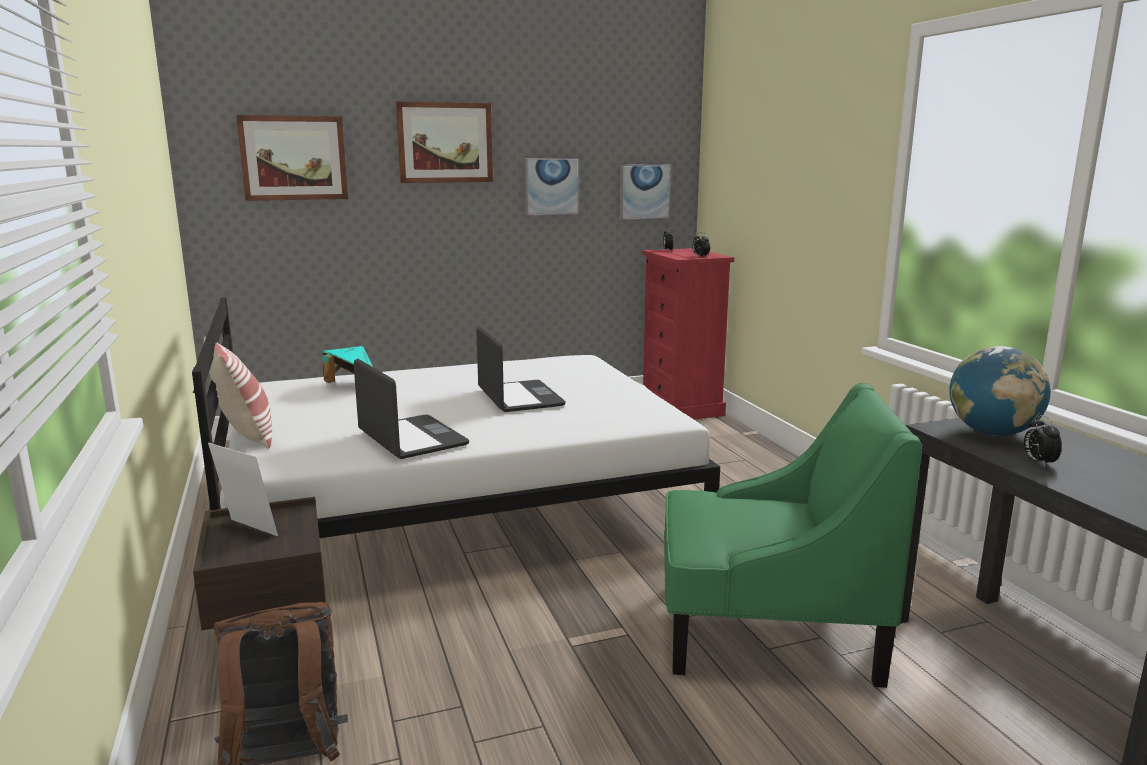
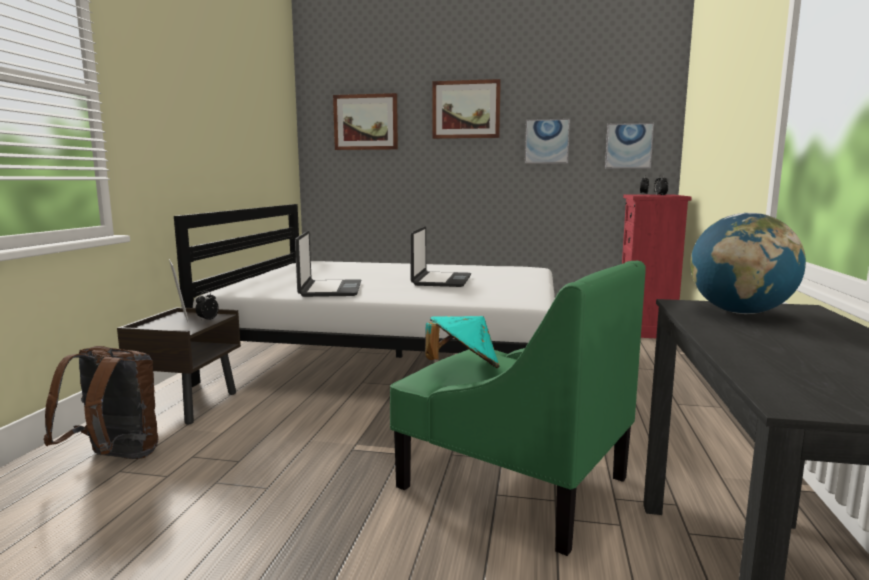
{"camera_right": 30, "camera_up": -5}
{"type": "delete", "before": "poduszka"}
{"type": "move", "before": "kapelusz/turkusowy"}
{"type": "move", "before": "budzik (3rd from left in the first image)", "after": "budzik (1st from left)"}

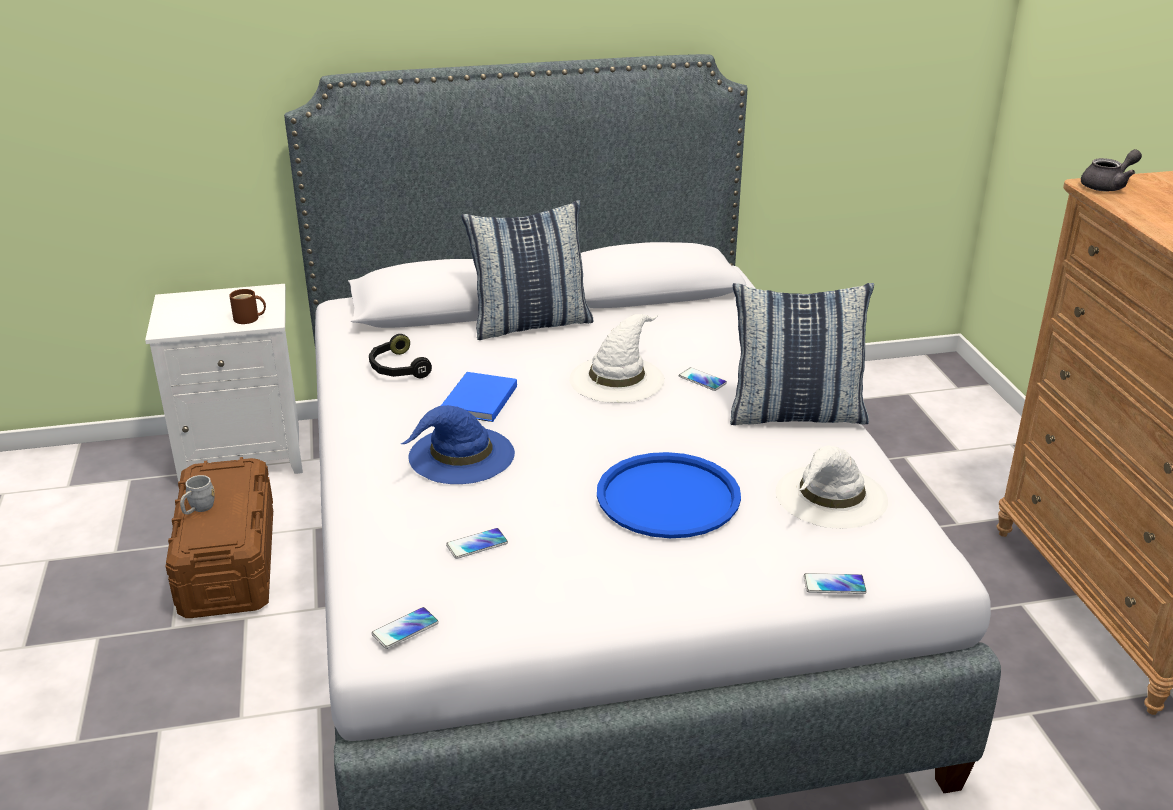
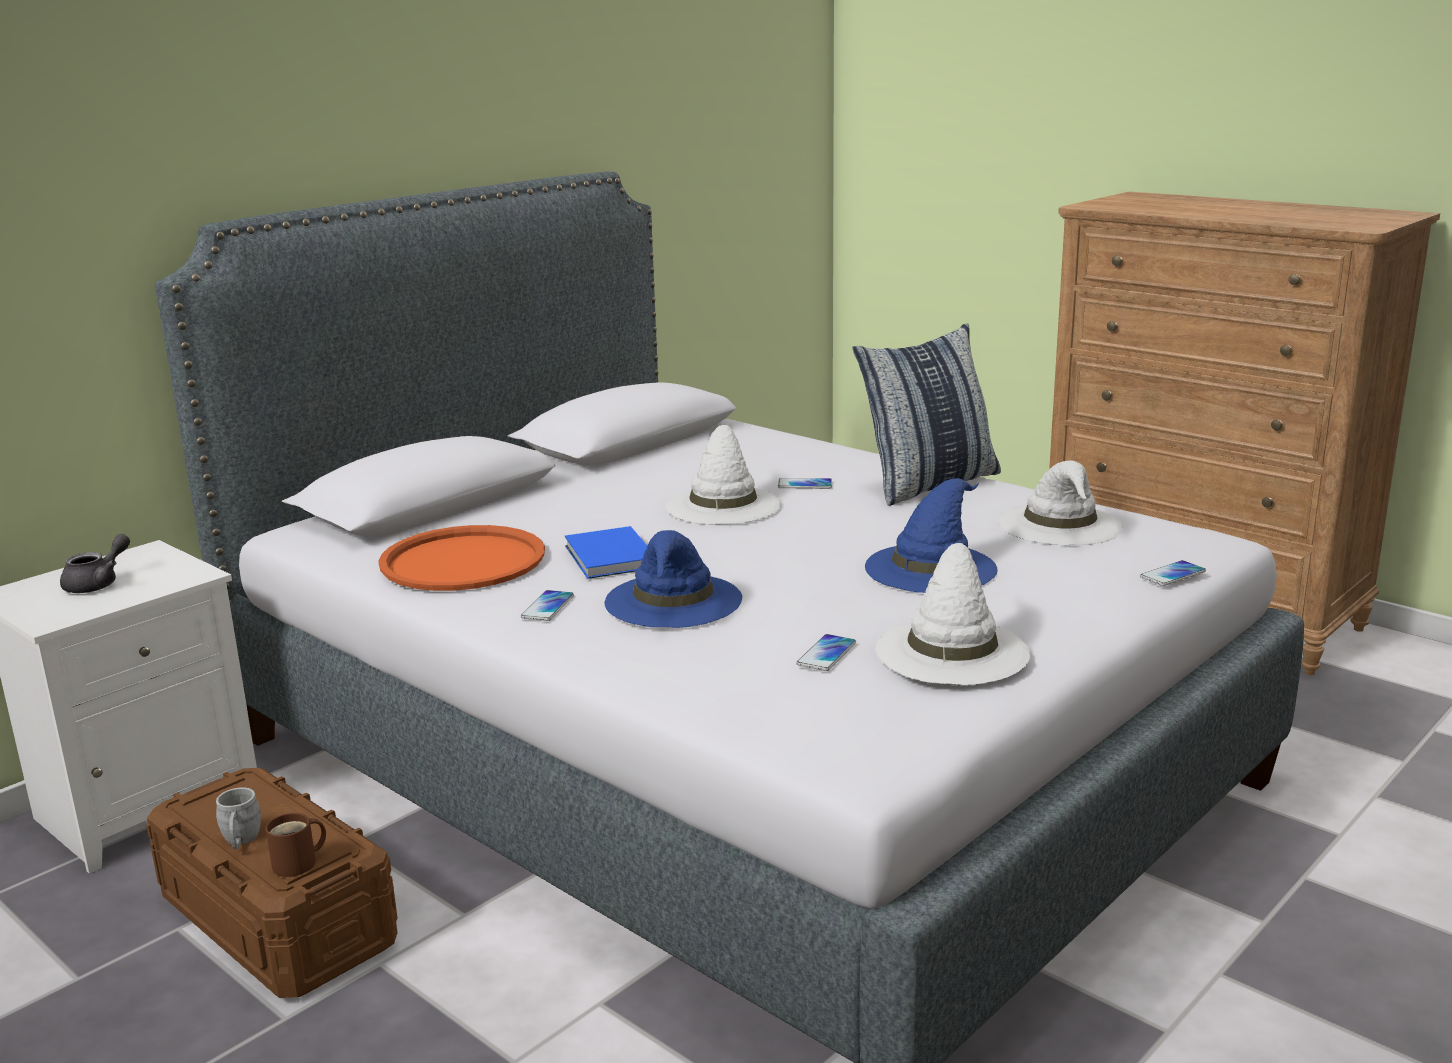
{"camera_right": -35, "camera_up": -10}
{"type": "move", "before": "imbryk/szary"}
{"type": "delete", "before": "poduszka (1st from left)"}
{"type": "move", "before": "kubek/brązowy"}
{"type": "replace", "before": "słuchawki/czarny", "after": "taca/pomarańczowy"}
{"type": "replace", "before": "taca/niebieski", "after": "kapelusz/niebieski (2nd from left)"}
{"type": "move", "before": "telefon (1st from left)"}
{"type": "insert", "after": "kapelusz/biały (2nd from left)"}

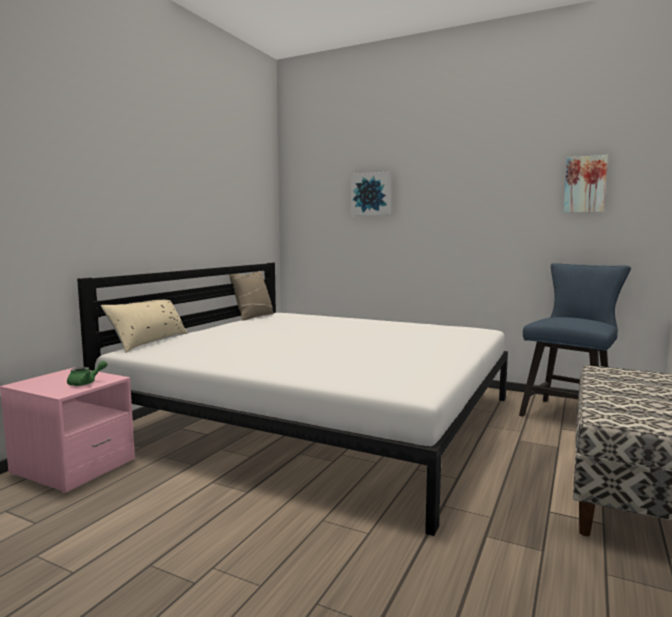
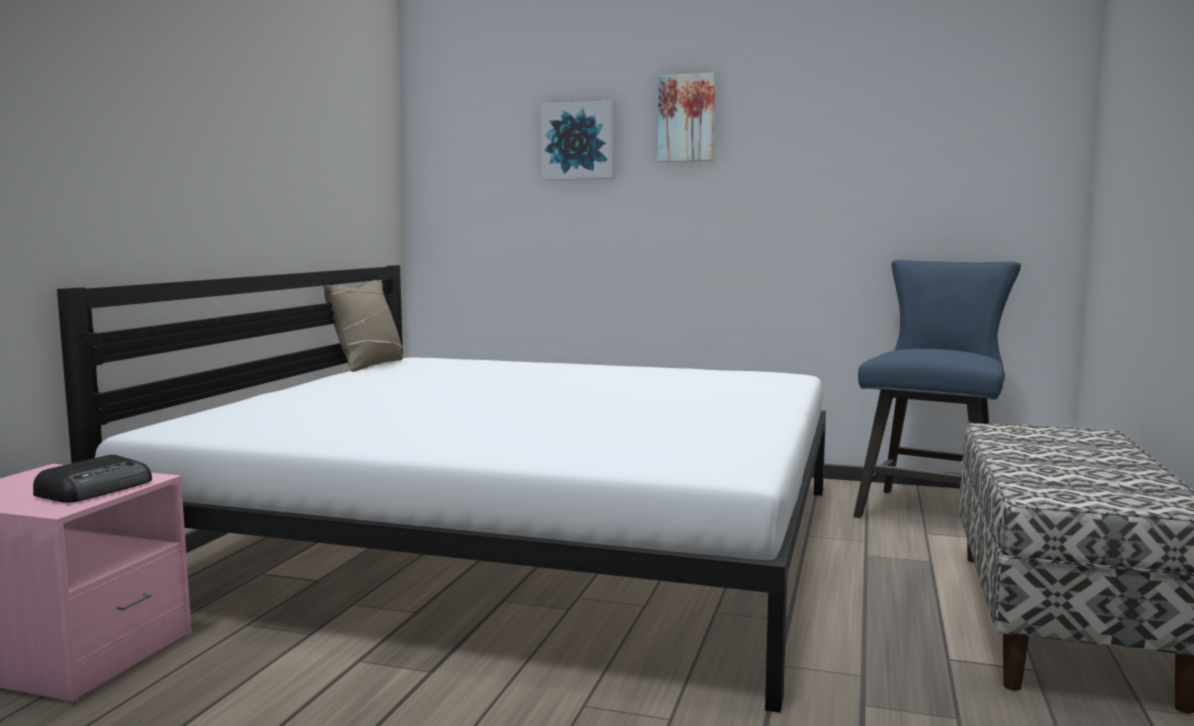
{"camera_right": -10, "camera_up": 0}
{"type": "move", "before": "obraz (2nd from left)"}
{"type": "delete", "before": "poduszka/beżowy (1st from left)"}
{"type": "replace", "before": "imbryk/zielony", "after": "radio"}

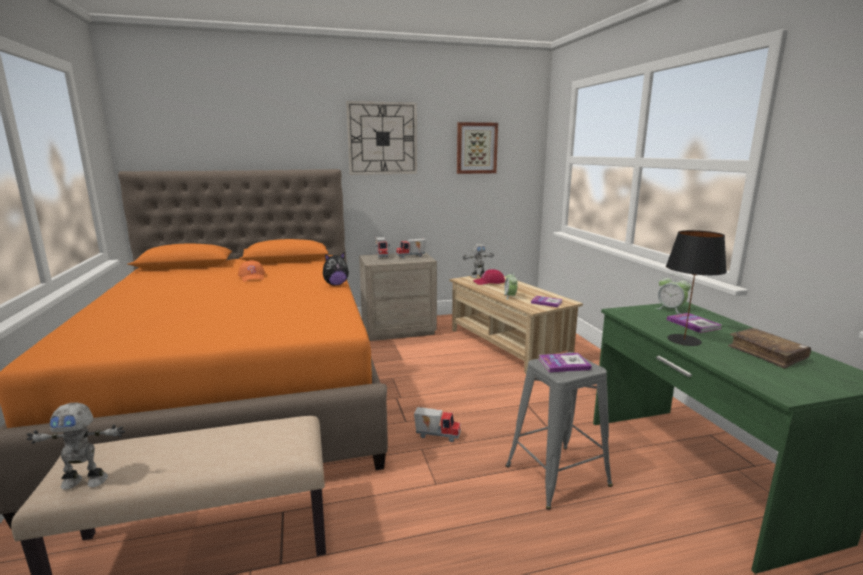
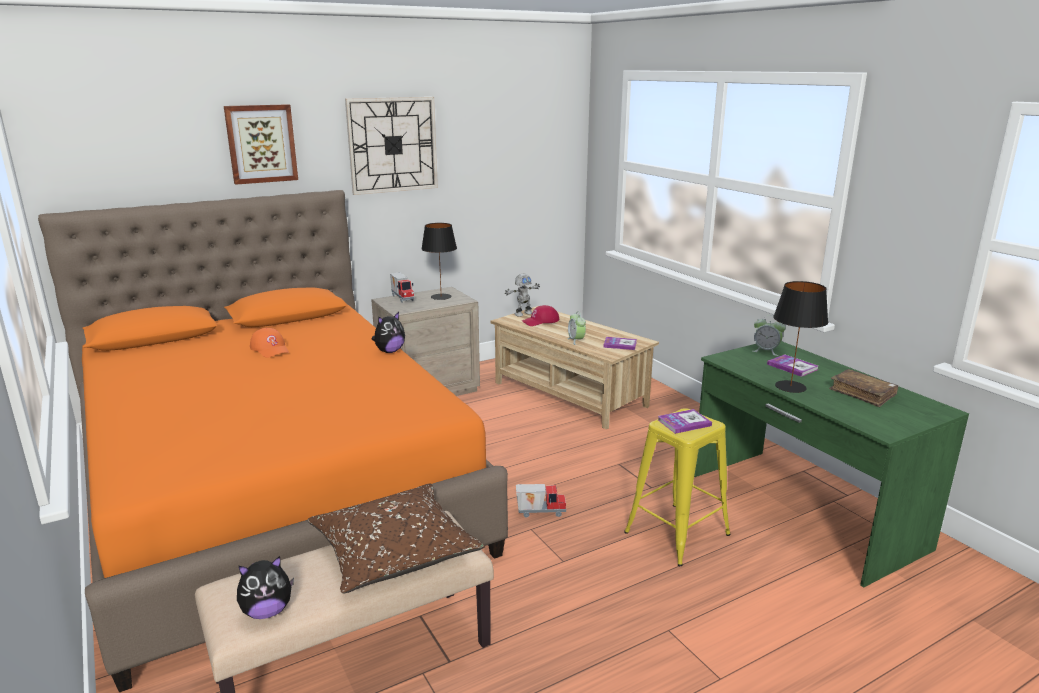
{"camera_right": -15, "camera_up": 5}
{"type": "move", "before": "obraz"}
{"type": "replace", "before": "ciężarówka zabawkowa (2nd from left)", "after": "lampa stołowa/czarny (1st from left)"}
{"type": "recolor", "before": "stołek/szary", "after": "stołek/żółty"}
{"type": "replace", "before": "robot zabawkowy (1st from left)", "after": "pluszak (1st from left)"}
{"type": "insert", "after": "poduszka/brązowy"}

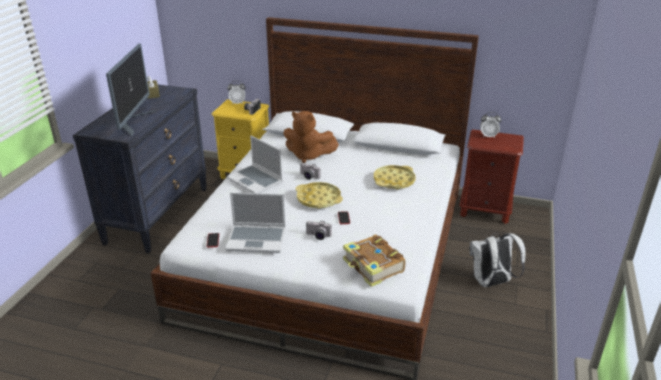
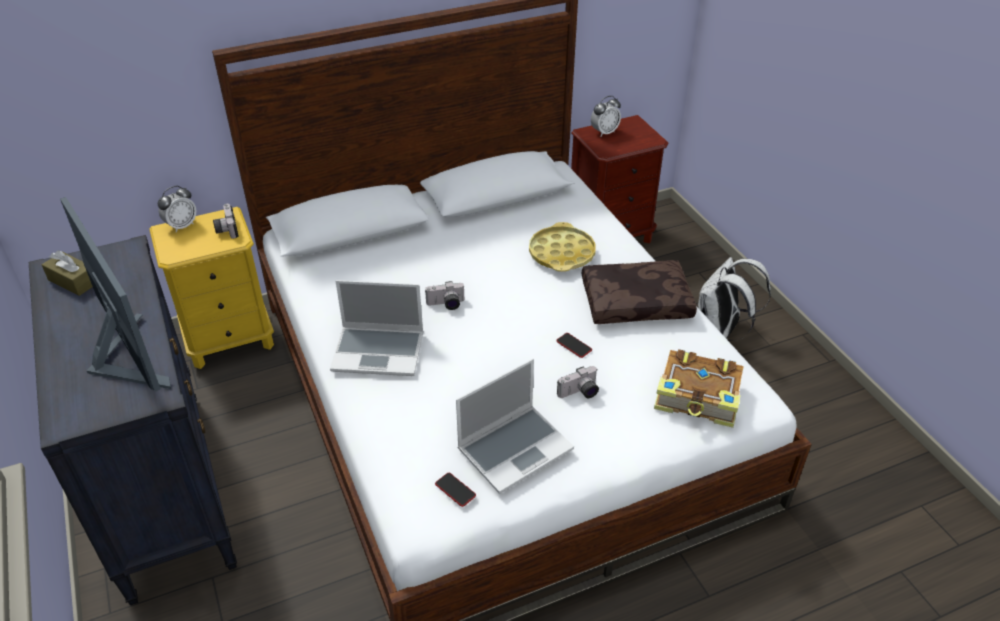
{"camera_right": -40, "camera_up": 10}
{"type": "delete", "before": "pluszak/brązowy"}
{"type": "delete", "before": "taca/żółty (1st from left)"}
{"type": "insert", "after": "poduszka/brązowy"}

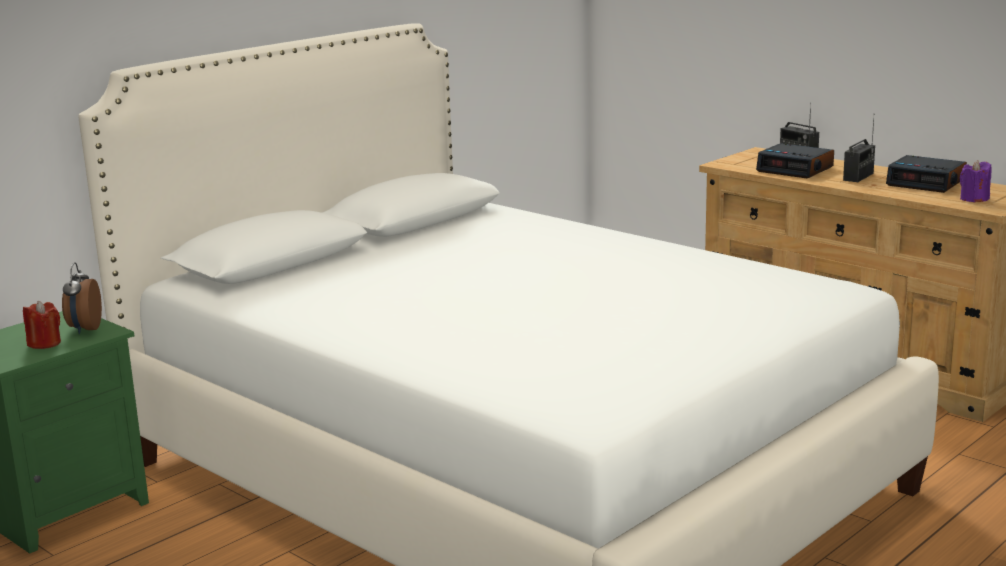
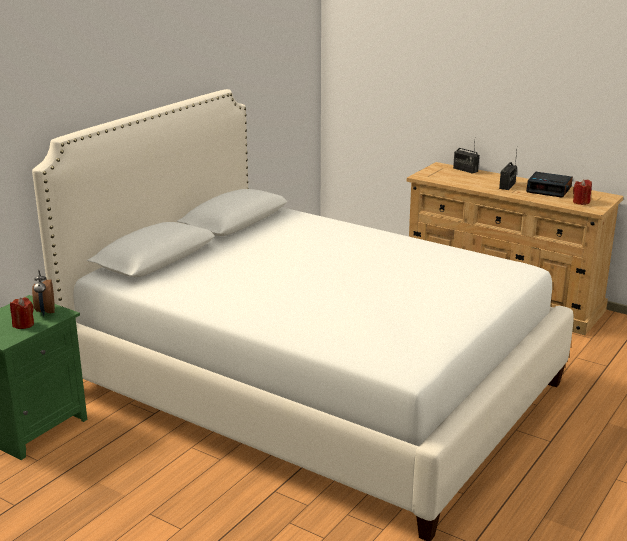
{"camera_right": -10, "camera_up": 5}
{"type": "delete", "before": "budzik (2nd from left)"}
{"type": "recolor", "before": "świeca/fioletowy", "after": "świeca/czerwony (2nd from left)"}

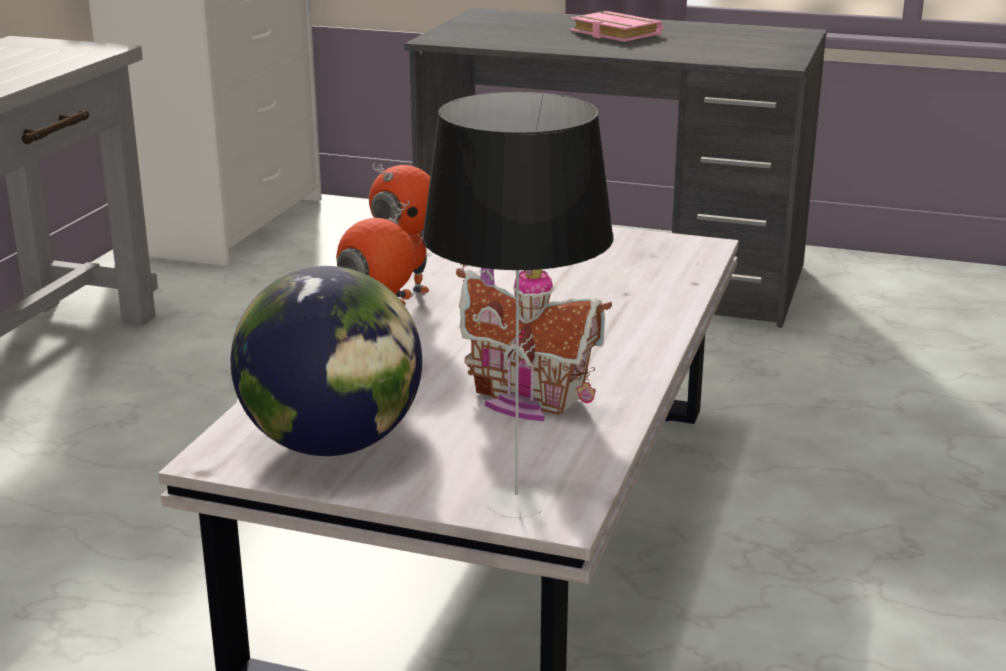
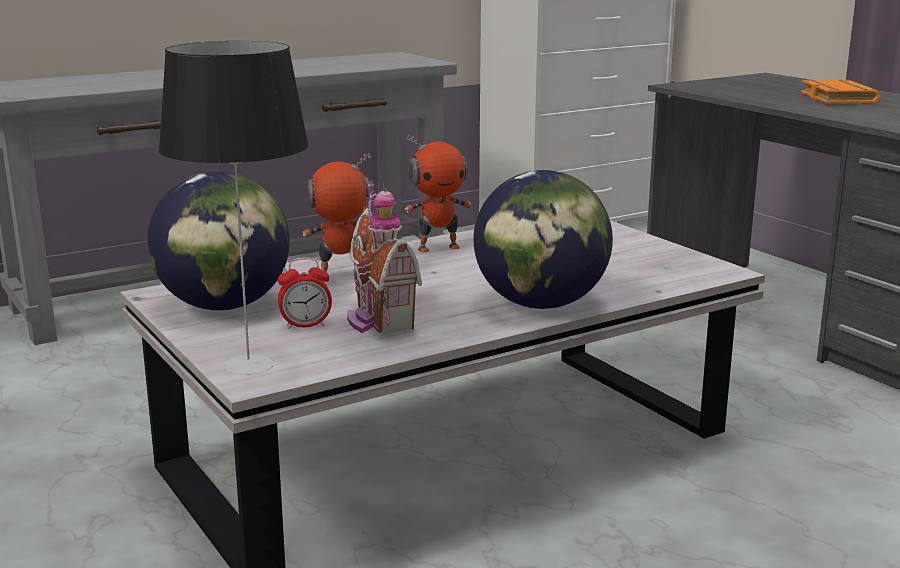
{"camera_right": 40, "camera_up": -5}
{"type": "recolor", "before": "książka/różowy", "after": "książka/pomarańczowy"}
{"type": "insert", "after": "globus (2nd from left)"}
{"type": "insert", "after": "budzik"}

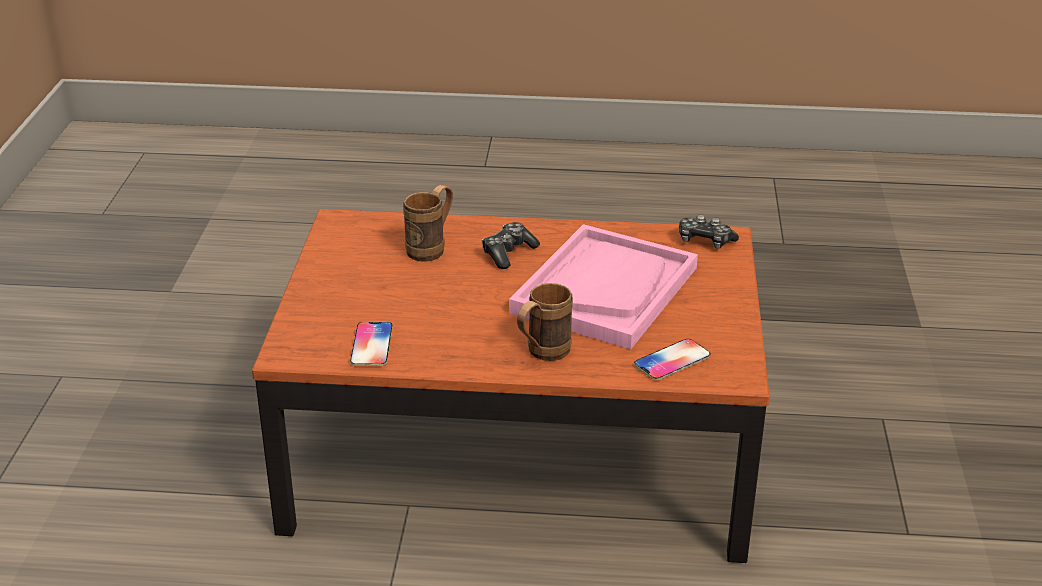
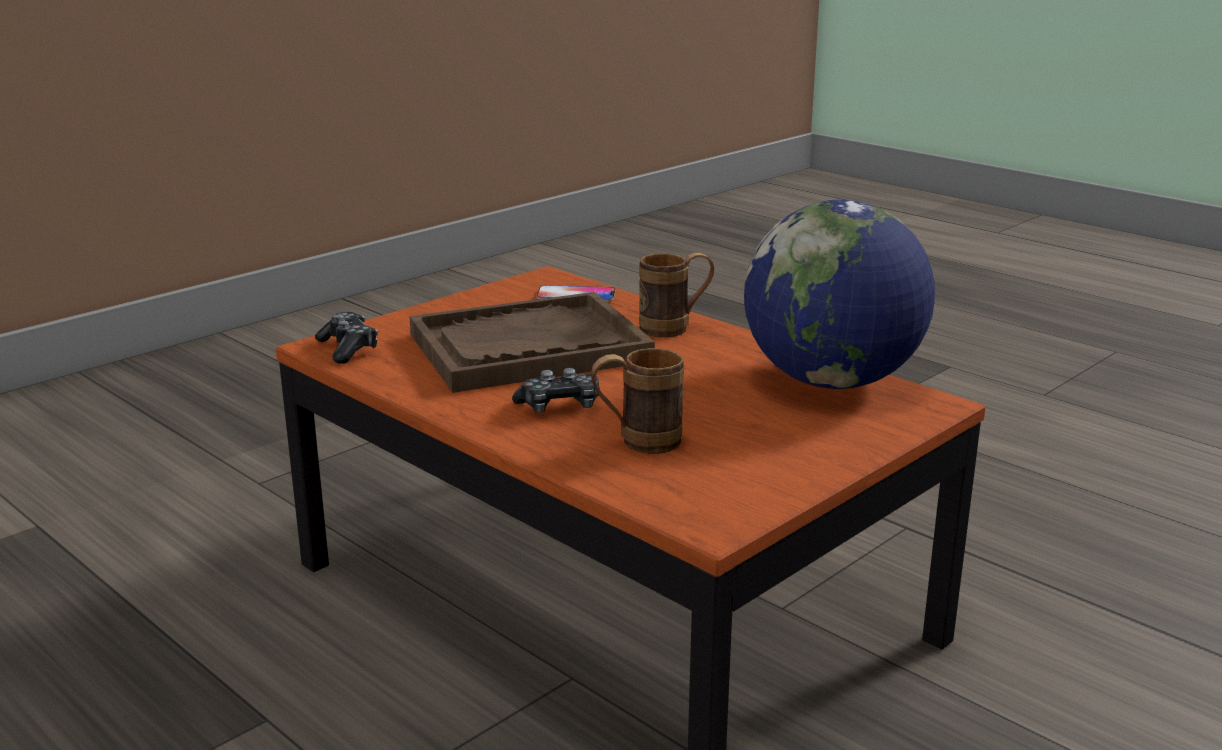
{"camera_right": -140, "camera_up": -10}
{"type": "recolor", "before": "taca/różowy", "after": "taca/brązowy"}
{"type": "replace", "before": "telefon (1st from left)", "after": "globus"}

